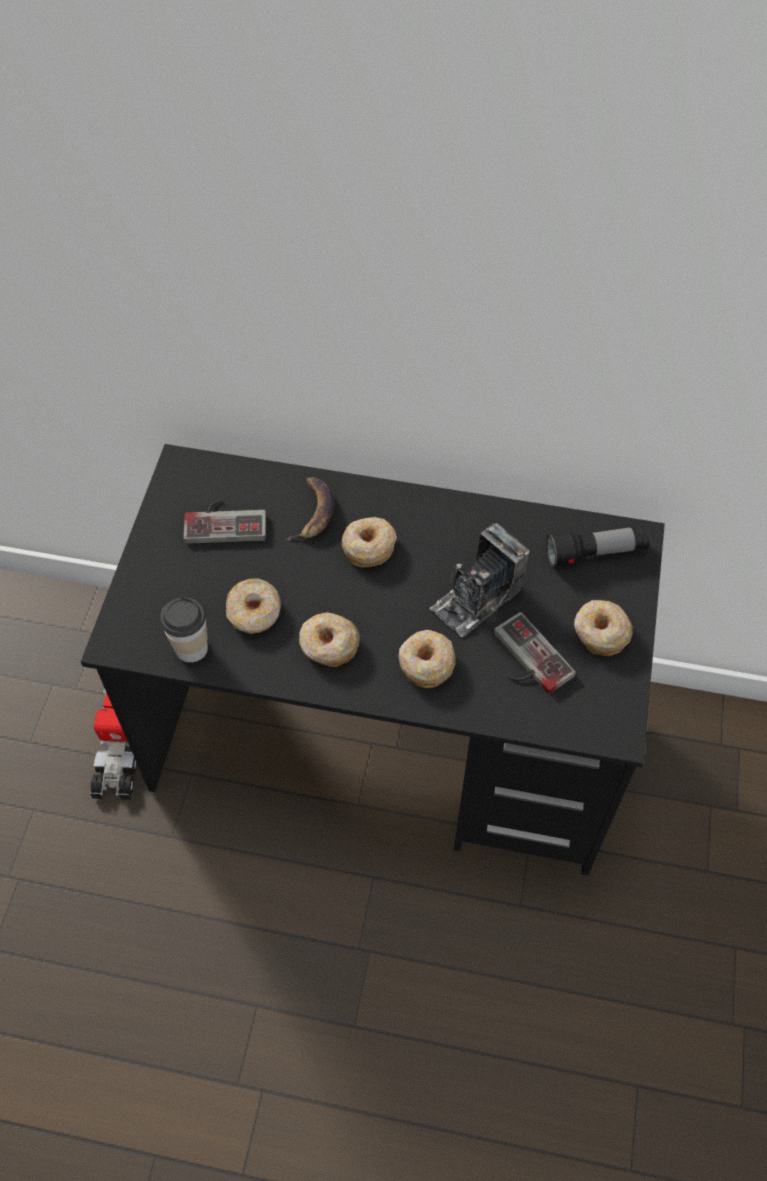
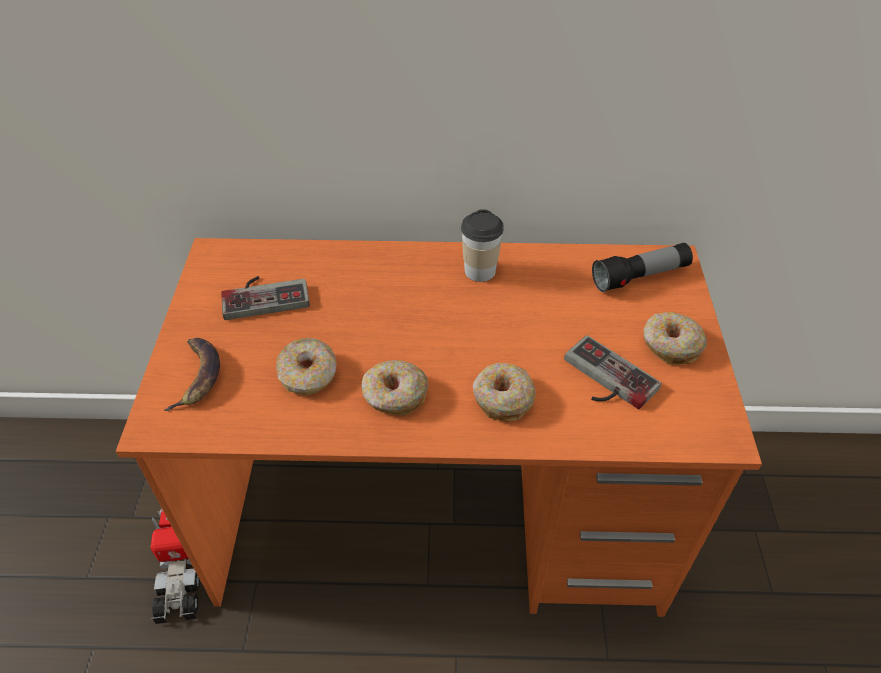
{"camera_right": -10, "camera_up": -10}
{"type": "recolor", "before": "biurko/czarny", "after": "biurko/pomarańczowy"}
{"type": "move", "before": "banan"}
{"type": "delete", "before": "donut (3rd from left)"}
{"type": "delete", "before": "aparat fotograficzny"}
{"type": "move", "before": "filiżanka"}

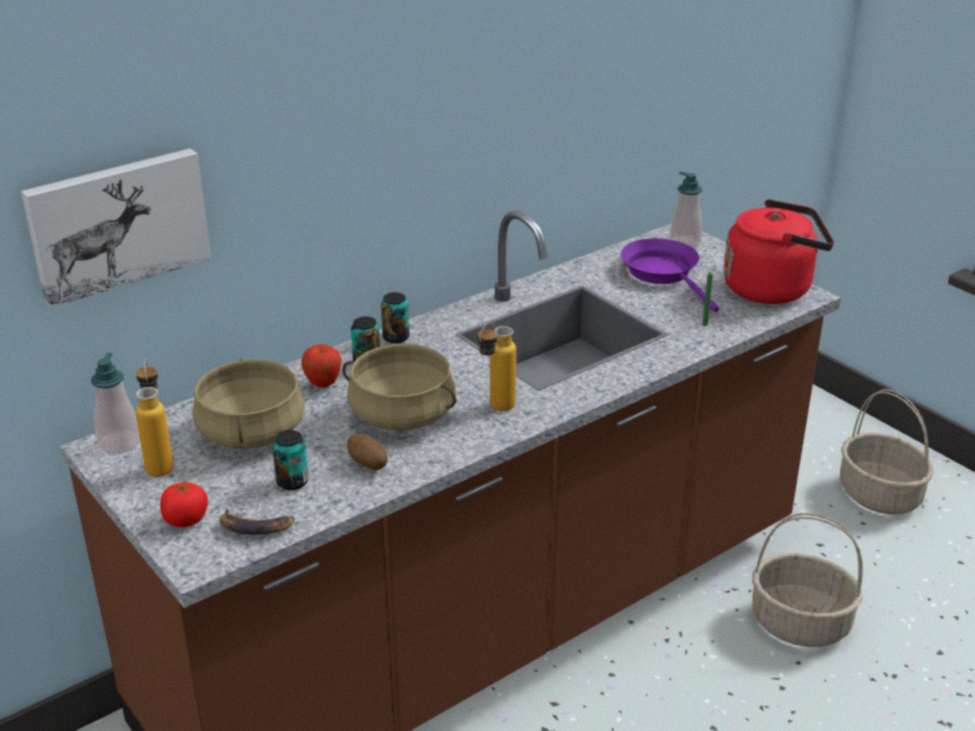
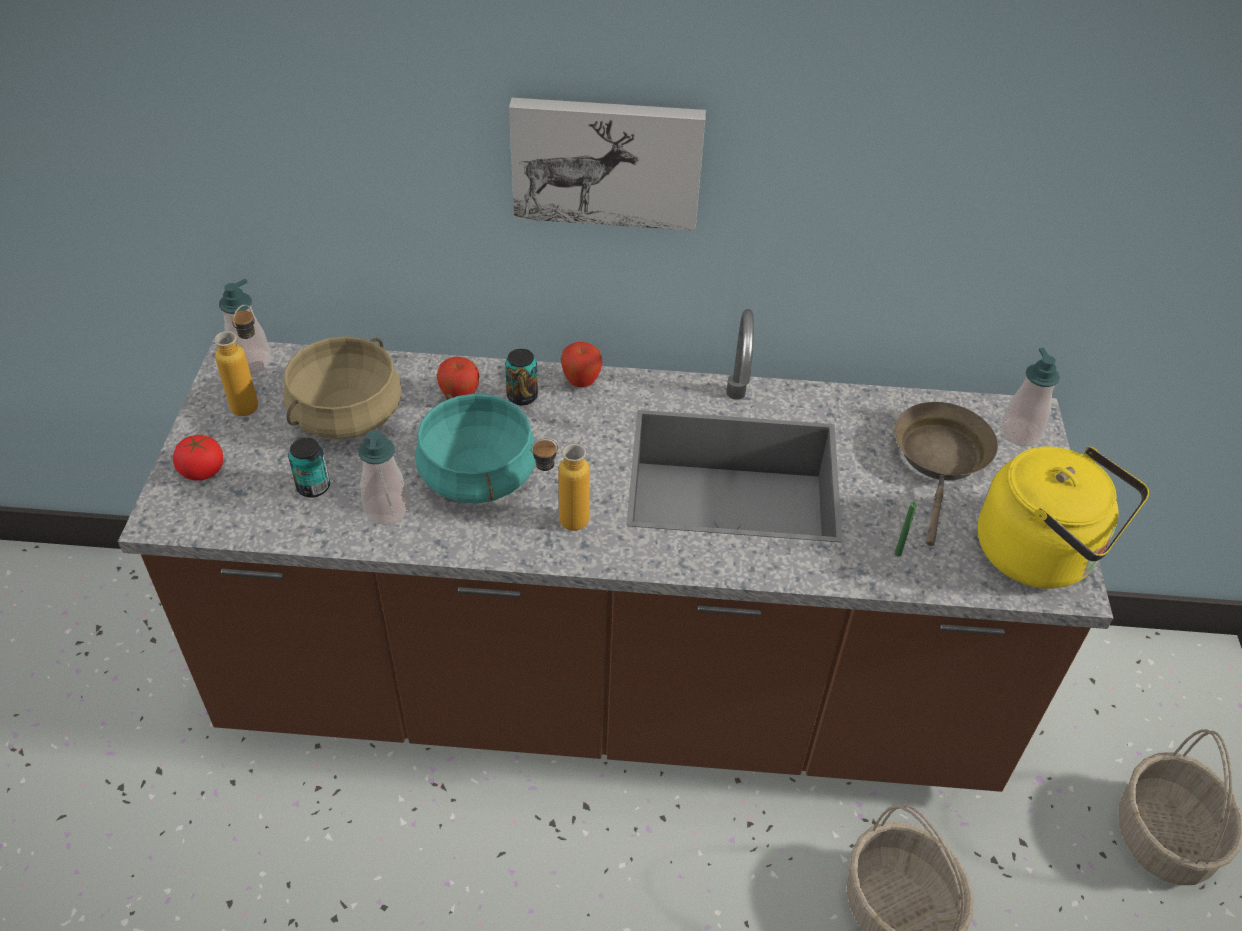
{"camera_right": 40, "camera_up": 15}
{"type": "move", "before": "obraz"}
{"type": "recolor", "before": "czajnik/czerwony", "after": "czajnik/żółty"}
{"type": "recolor", "before": "patelnia/fioletowy", "after": "patelnia/brązowy"}
{"type": "replace", "before": "puszka (3rd from left)", "after": "jabłko (2nd from left)"}
{"type": "recolor", "before": "garnek/beżowy (2nd from left)", "after": "garnek/turkusowy"}
{"type": "replace", "before": "ziemniak", "after": "dozownik mydła (2nd from left)"}
{"type": "delete", "before": "banan"}

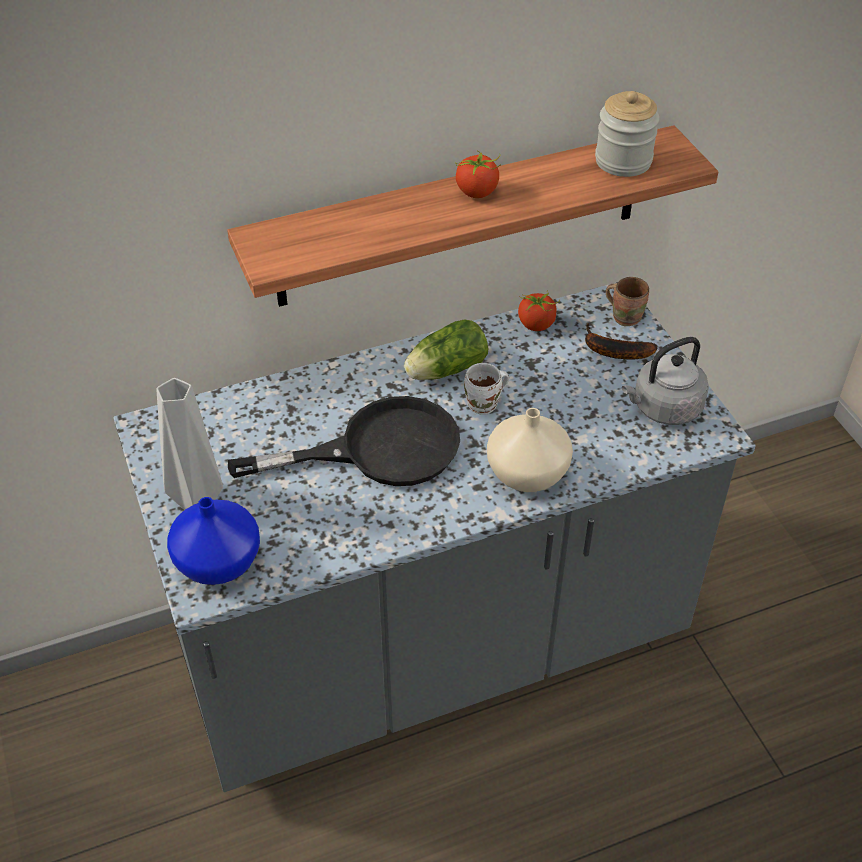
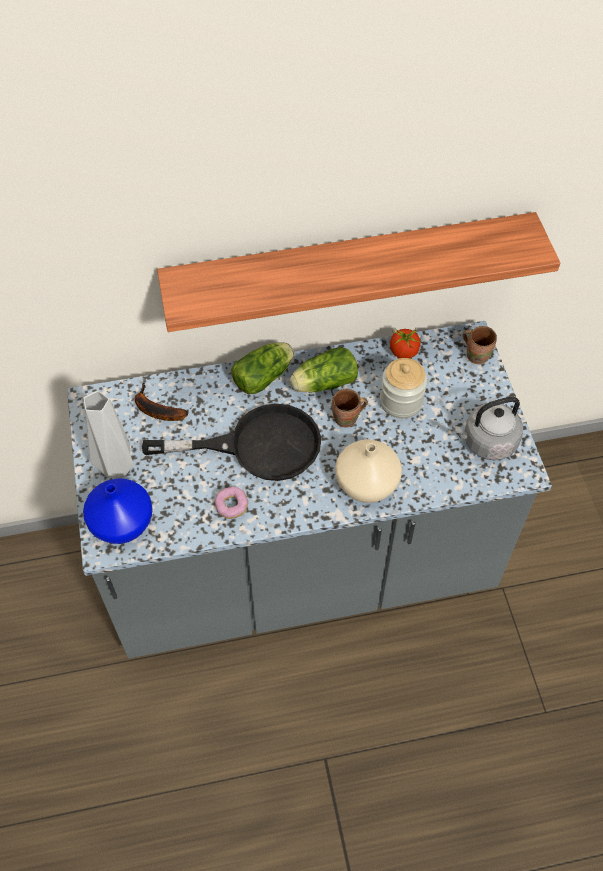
{"camera_right": 10, "camera_up": 10}
{"type": "move", "before": "słoik"}
{"type": "delete", "before": "pomidor (1st from left)"}
{"type": "move", "before": "banan"}
{"type": "recolor", "before": "kubek/biały", "after": "kubek/brązowy (1st from left)"}
{"type": "insert", "after": "sałata (1st from left)"}
{"type": "insert", "after": "donut"}

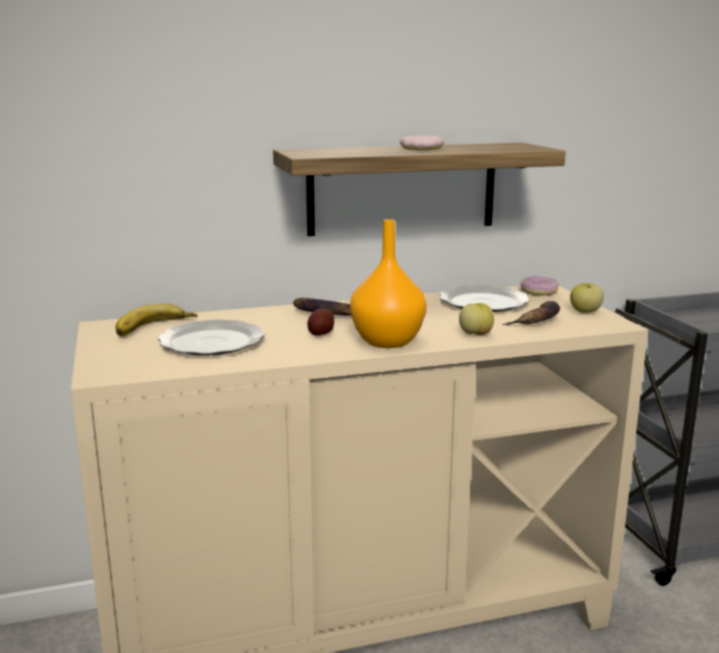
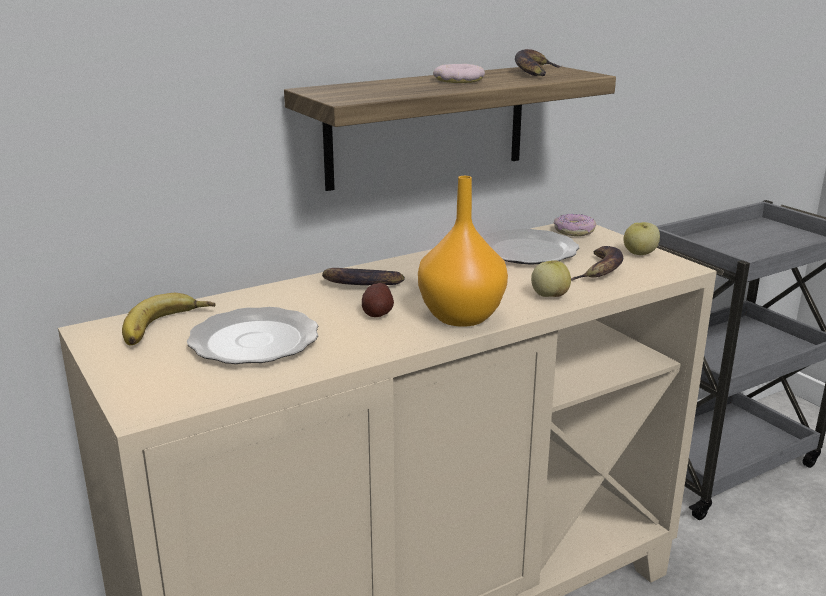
{"camera_right": -15, "camera_up": 5}
{"type": "insert", "after": "banan (3rd from left)"}

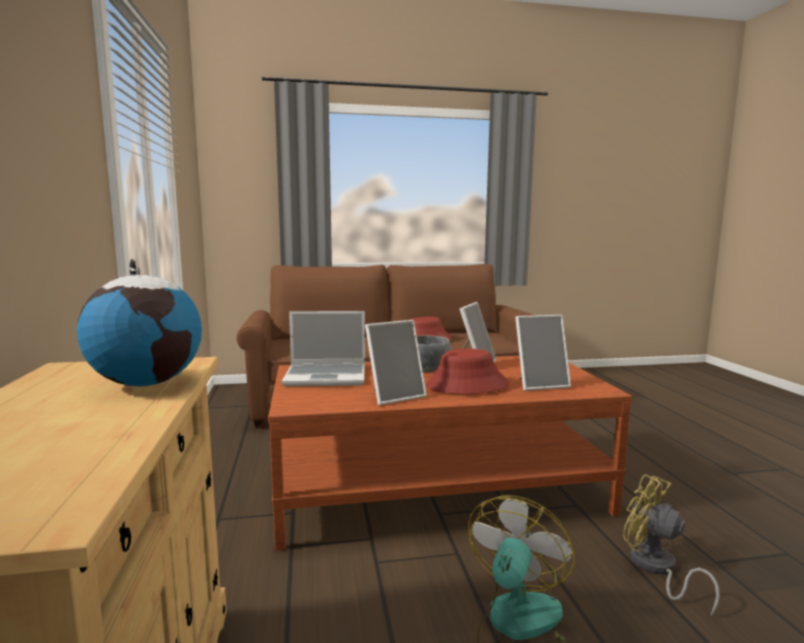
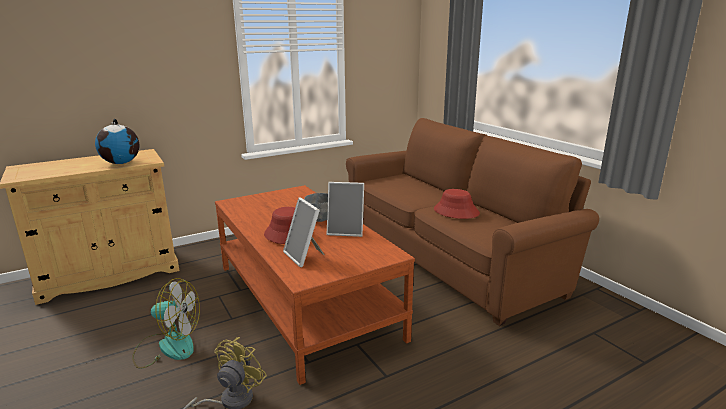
{"camera_right": 70, "camera_up": 10}
{"type": "delete", "before": "laptop"}
{"type": "delete", "before": "ramka na zdjęcie (1st from left)"}

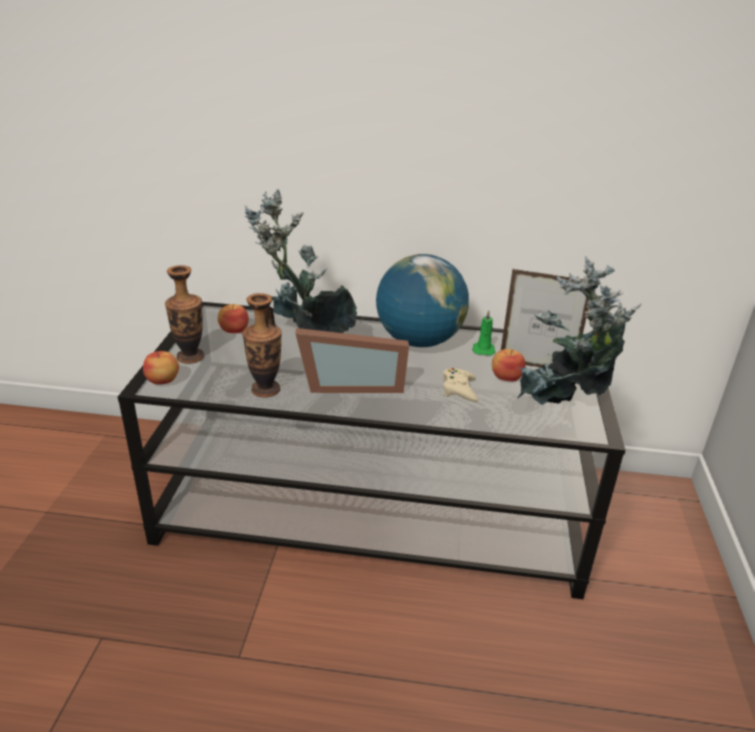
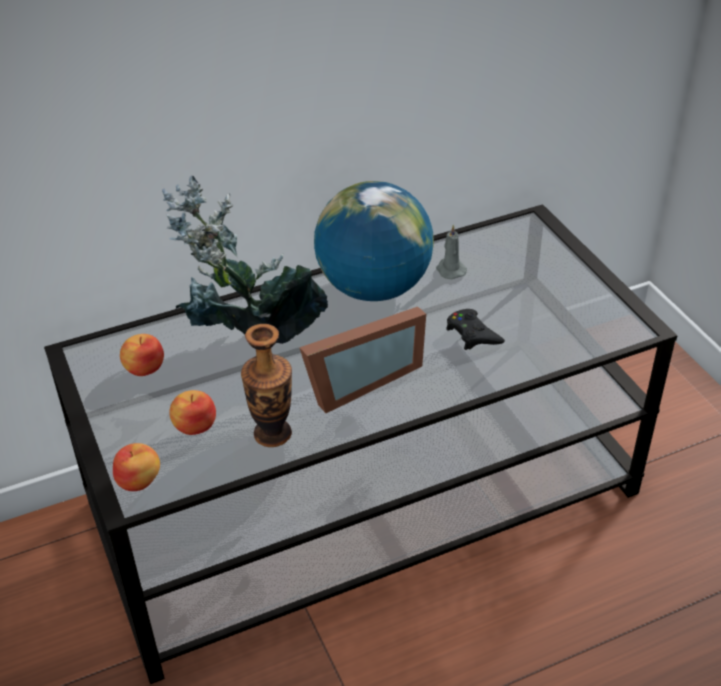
{"camera_right": -30, "camera_up": 10}
{"type": "delete", "before": "roślina doniczkowa (2nd from left)"}
{"type": "delete", "before": "wazon (1st from left)"}
{"type": "delete", "before": "ramka na zdjęcie (2nd from left)"}
{"type": "recolor", "before": "świeca/zielony", "after": "świeca/szary"}
{"type": "move", "before": "jabłko (3rd from left)"}
{"type": "recolor", "before": "pad do gier/beżowy", "after": "pad do gier/czarny"}

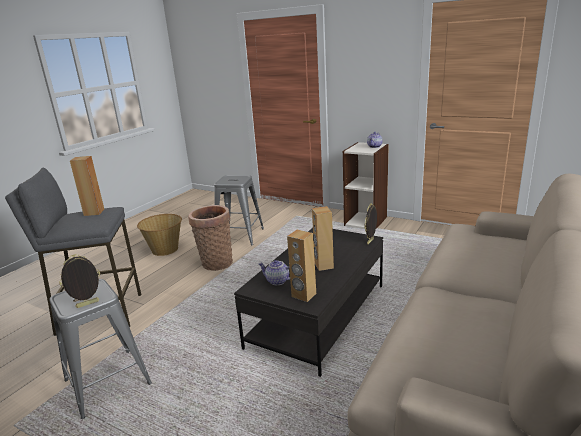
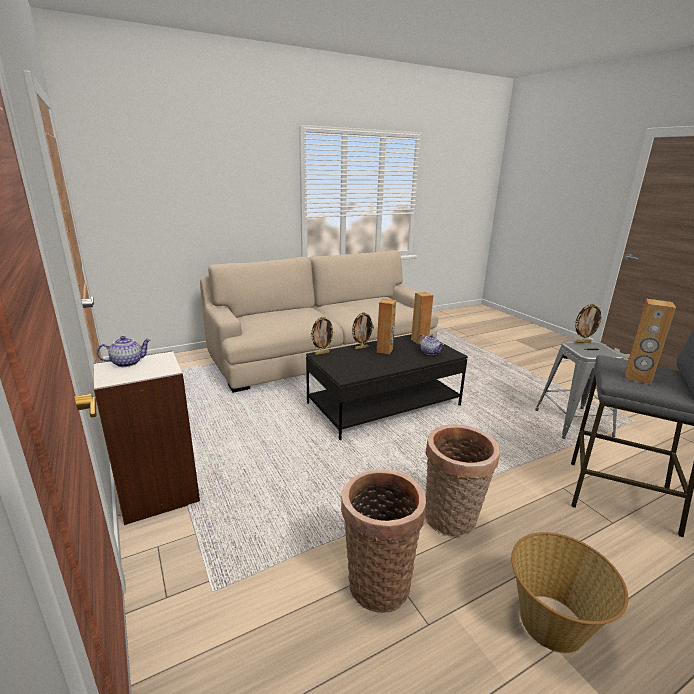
{"camera_right": -150, "camera_up": 0}
{"type": "replace", "before": "stołek/szary (3rd from left)", "after": "koszyk (1st from left)"}
{"type": "insert", "after": "ramka na zdjęcie (2nd from left)"}

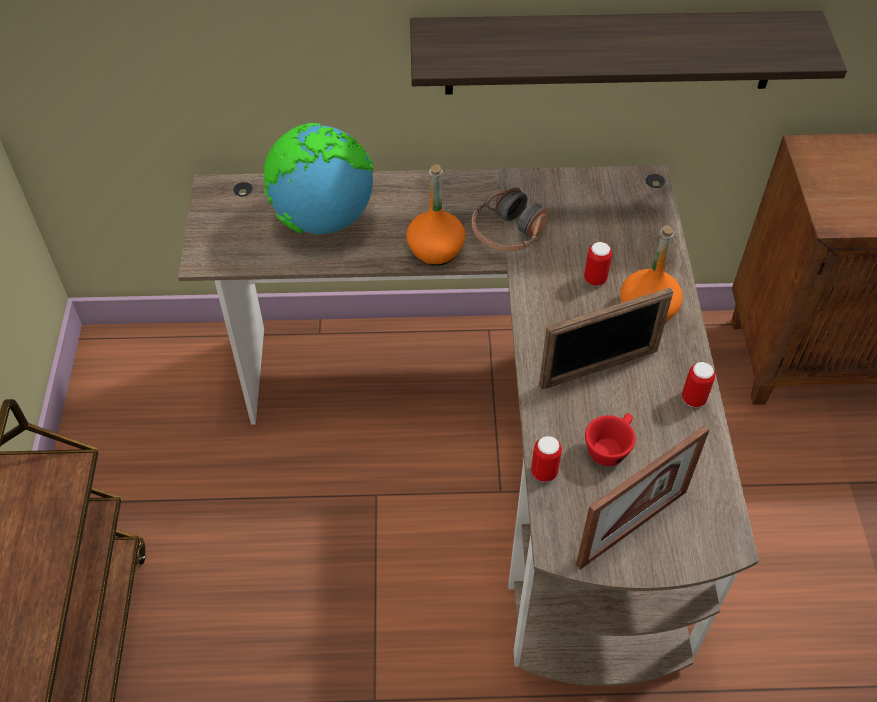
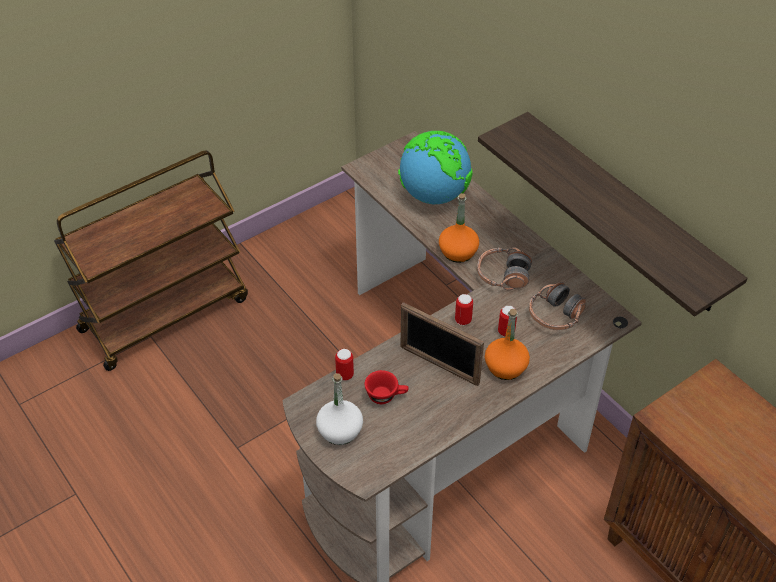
{"camera_right": 55, "camera_up": -5}
{"type": "move", "before": "puszka (3rd from left in the first image)", "after": "puszka (2nd from left)"}
{"type": "replace", "before": "ramka na zdjęcie (2nd from left)", "after": "butelka/biały"}
{"type": "insert", "after": "słuchawki (2nd from left)"}

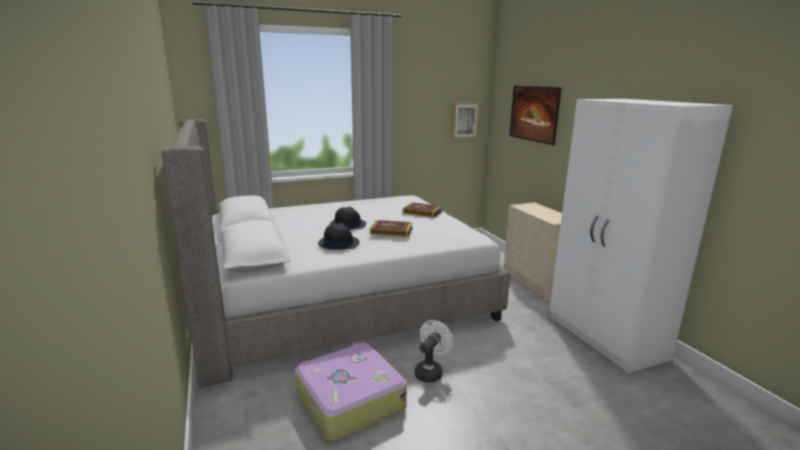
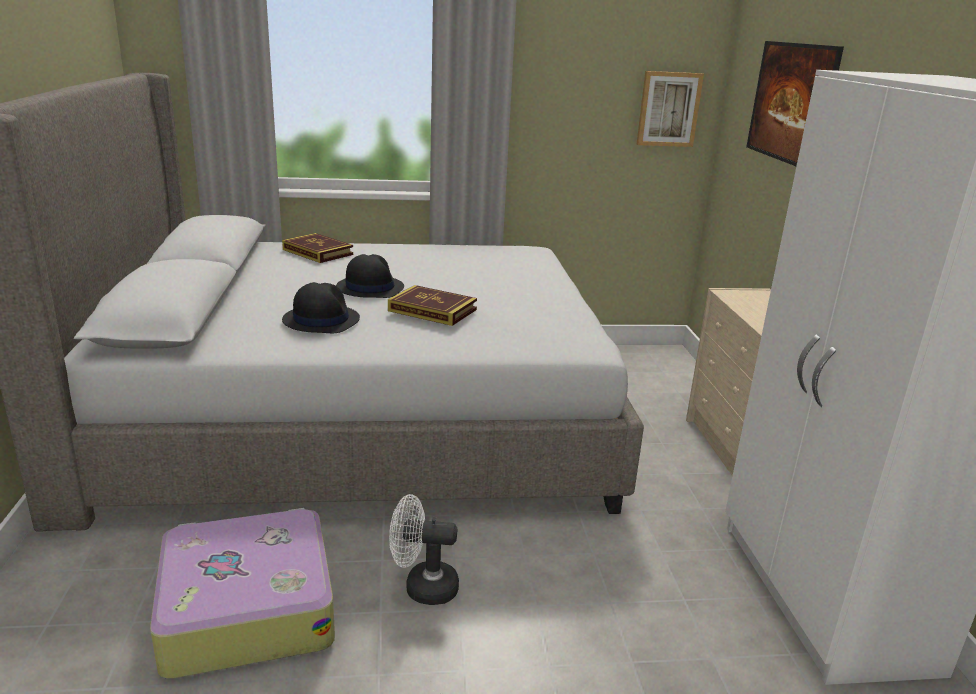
{"camera_right": 15, "camera_up": 5}
{"type": "move", "before": "książka (2nd from left in the first image)", "after": "książka (1st from left)"}
{"type": "rotate", "before": "wentylator/biały", "turn": -135}

